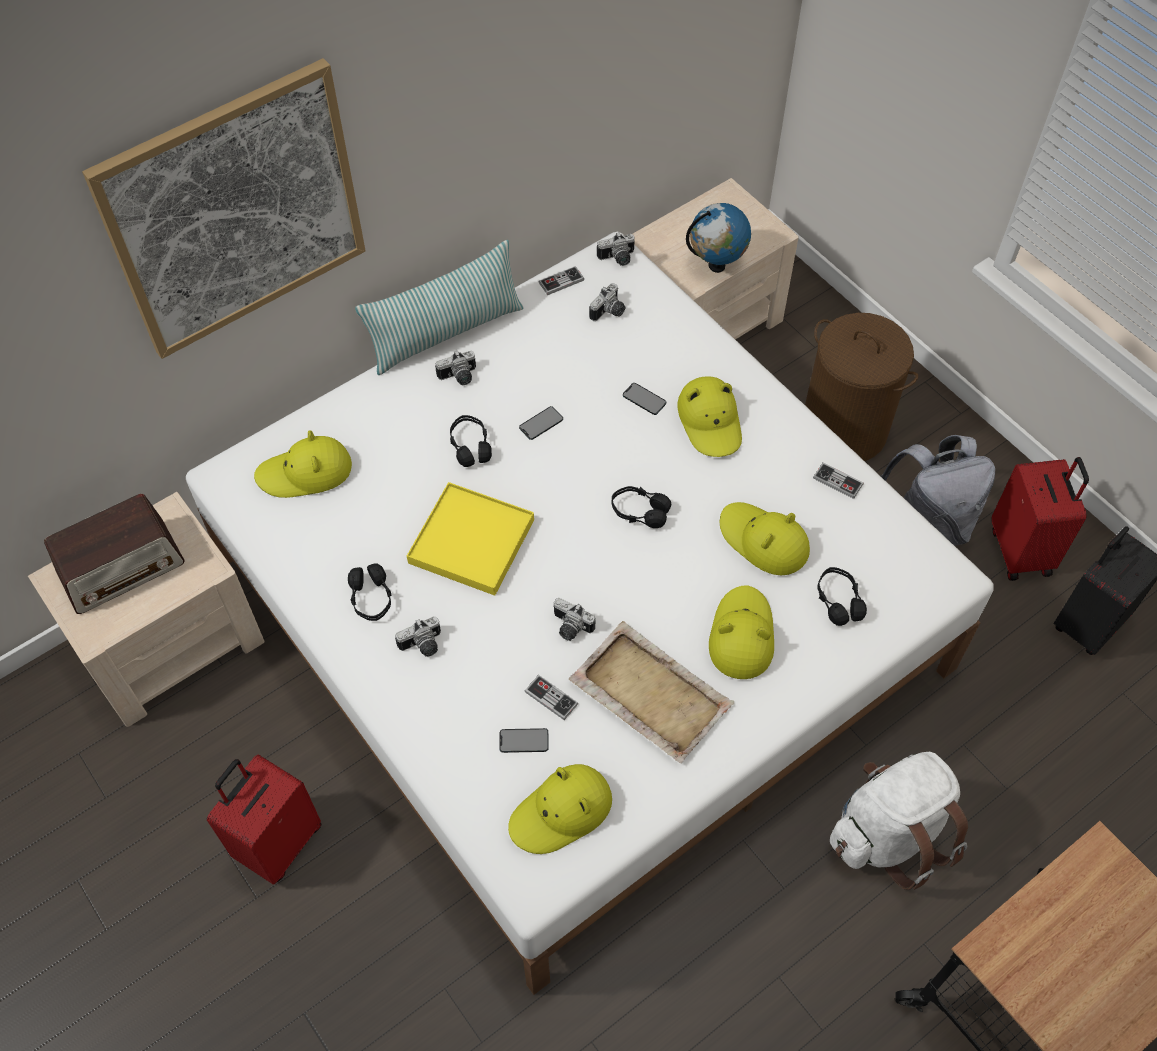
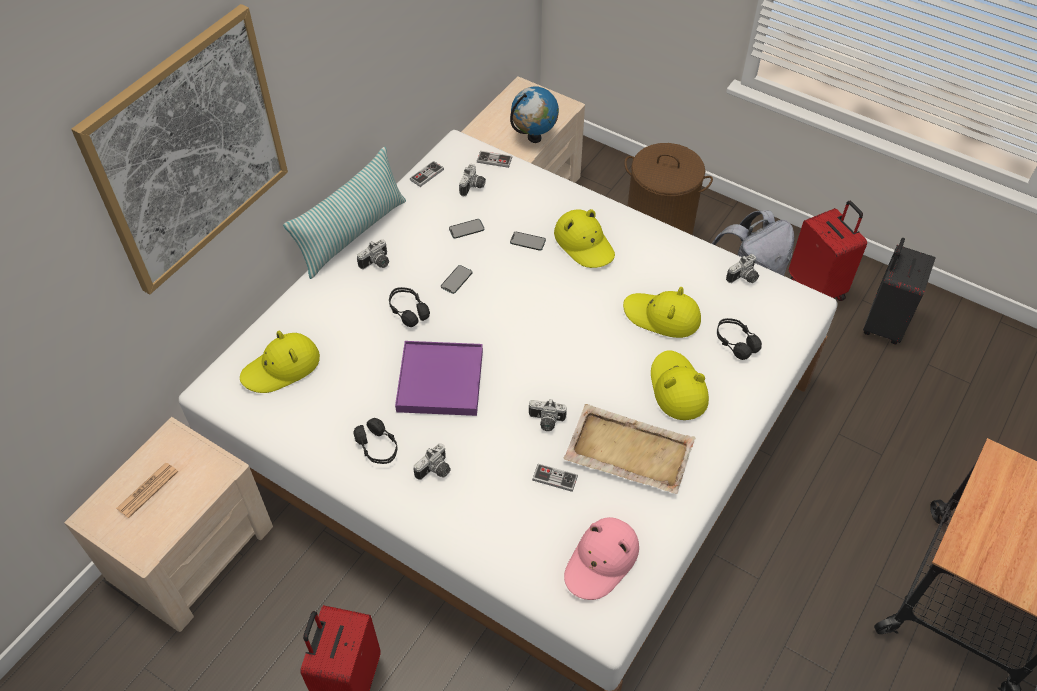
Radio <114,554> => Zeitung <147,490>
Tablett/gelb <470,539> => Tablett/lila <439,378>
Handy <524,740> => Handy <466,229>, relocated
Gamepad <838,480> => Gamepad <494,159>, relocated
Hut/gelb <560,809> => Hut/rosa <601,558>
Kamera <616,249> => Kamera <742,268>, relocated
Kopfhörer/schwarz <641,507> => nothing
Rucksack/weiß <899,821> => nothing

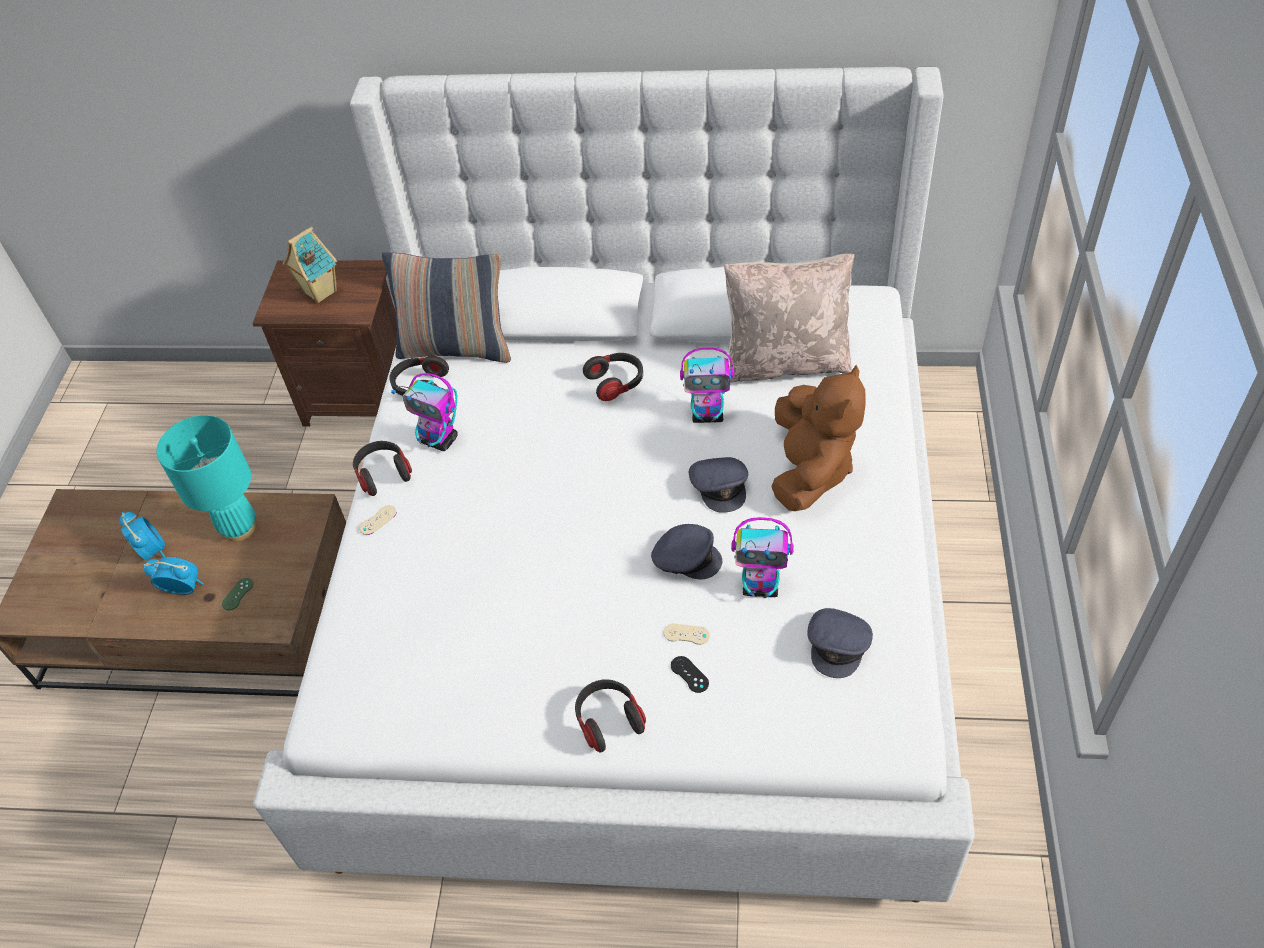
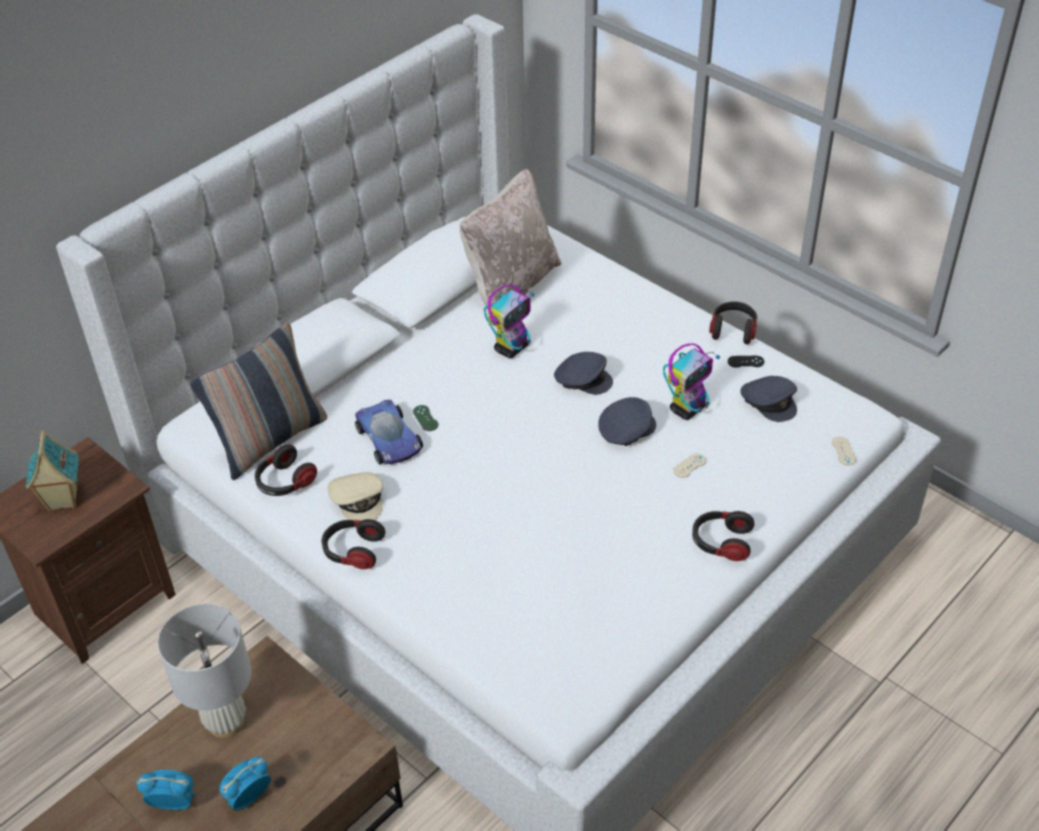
Tischlampe/türkis <206,478> => Tischlampe/weiß <204,671>
Spielzeugroboter <424,412> => Kappe/beige <355,496>
nothing => Spielzeugauto <389,432>
Gamepad/grün <237,594> => Gamepad/grün <425,418>, relocated
Kopfhörer <613,377> => Kopfhörer <733,322>, relocated
Gamepad/schwarz <690,674> => Gamepad/schwarz <746,362>, relocated
Gamepad/beige <378,520> => Gamepad/beige <844,450>, relocated
Plüschtier/braun <818,438> => nothing

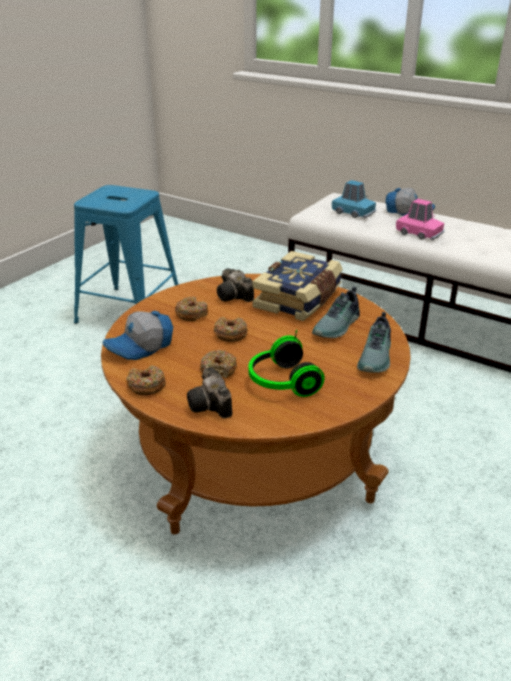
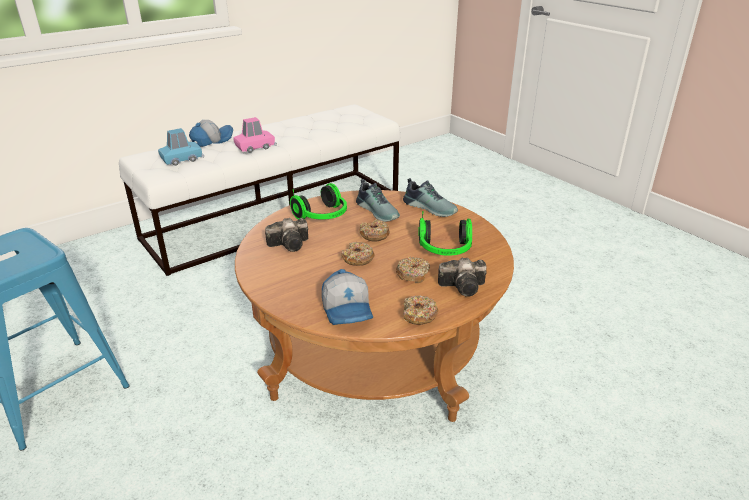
Buch <298,286> => Kopfhörer <318,201>
Donut <191,308> => Donut <374,230>, relocated

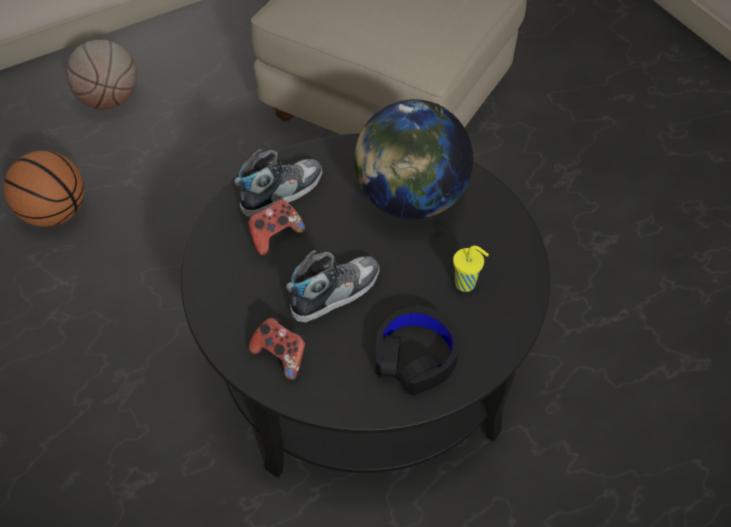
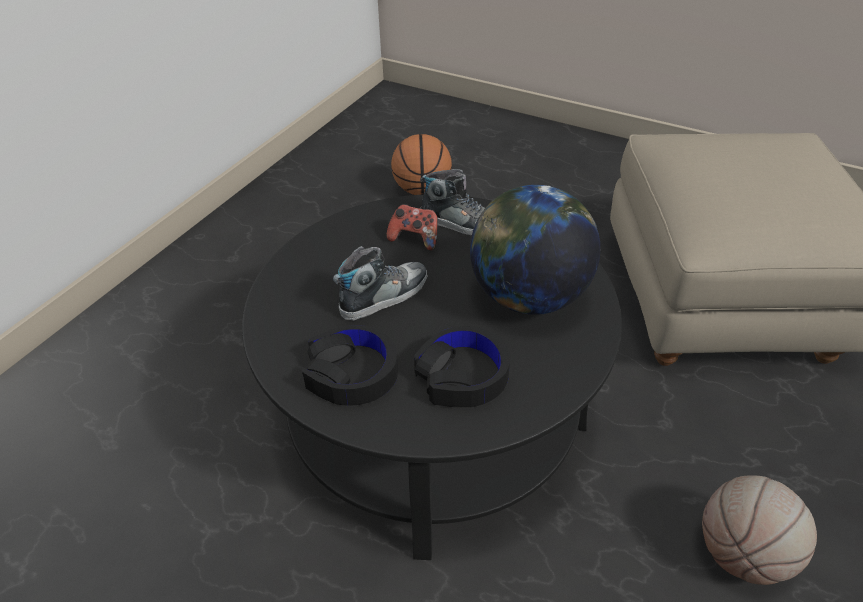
Schuh <333,286> => Schuh <380,283>, 60 degrees counterclockwise
Tasse/gelb <471,269> => Kopfhörer/schwarz <462,366>
Basketball <101,75> => Basketball <759,530>, relocated
Gamepad <277,348> => nothing

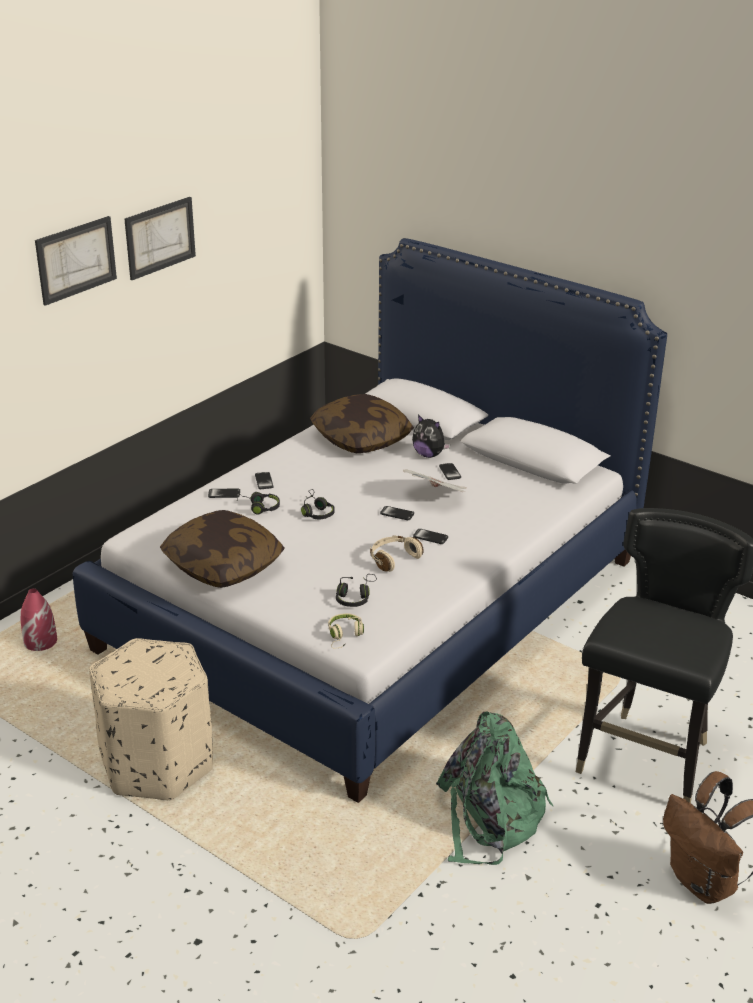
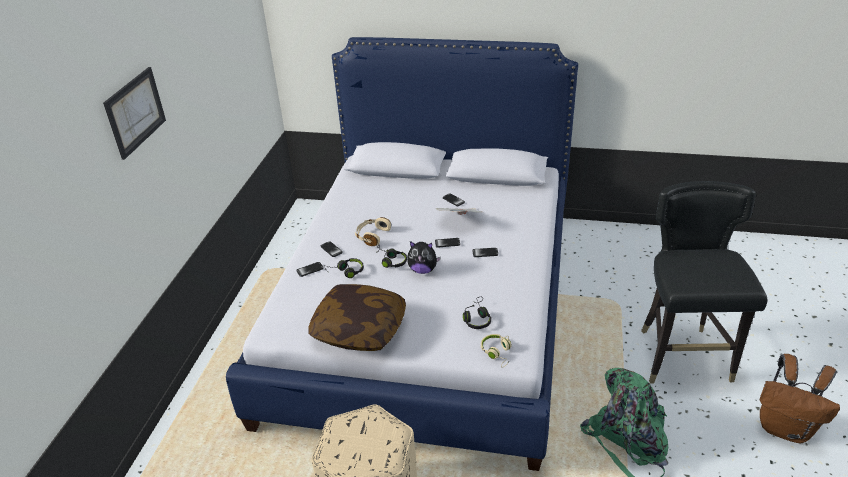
Kopfhörer/beige <397,553> => Kopfhörer/beige <373,231>, relocated
Plüschtier <431,436> => Plüschtier <424,257>, relocated
Vase/rot <38,619> => nothing
Bild <160,238> => nothing
Kissen <362,423> => nothing

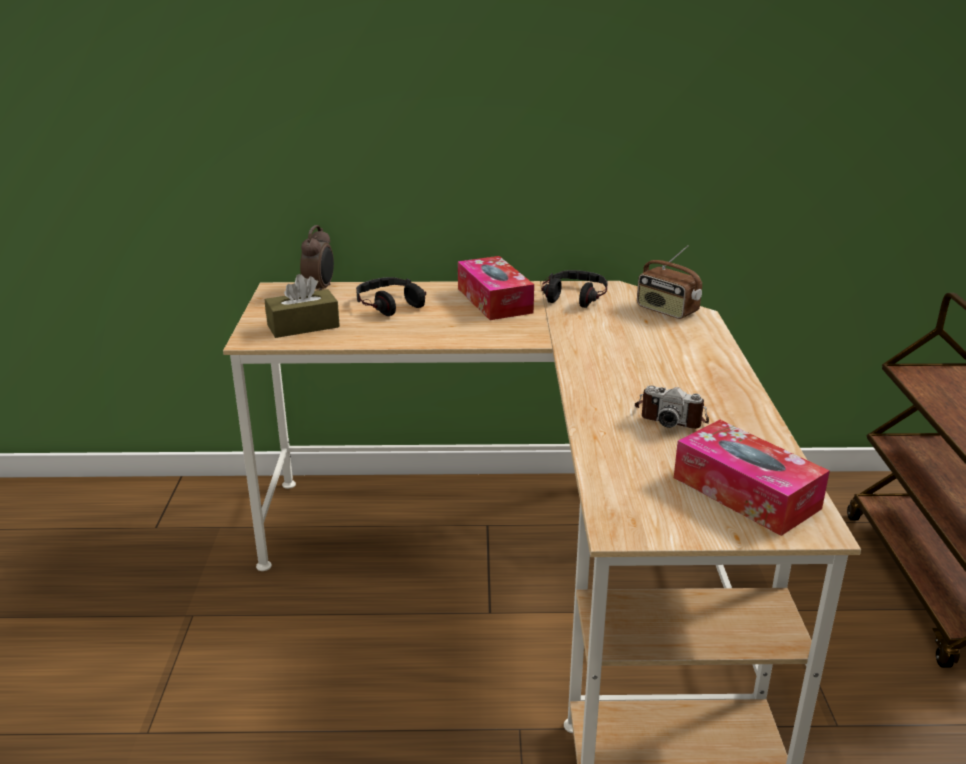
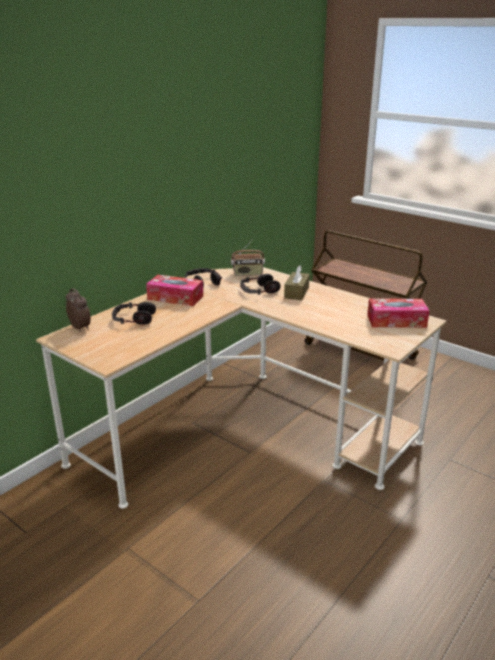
nothing => Kopfhörer <260,284>
Taschentuchbox/braun <302,306> => Taschentuchbox/braun <297,282>, relocated
Kamera <672,407> => nothing

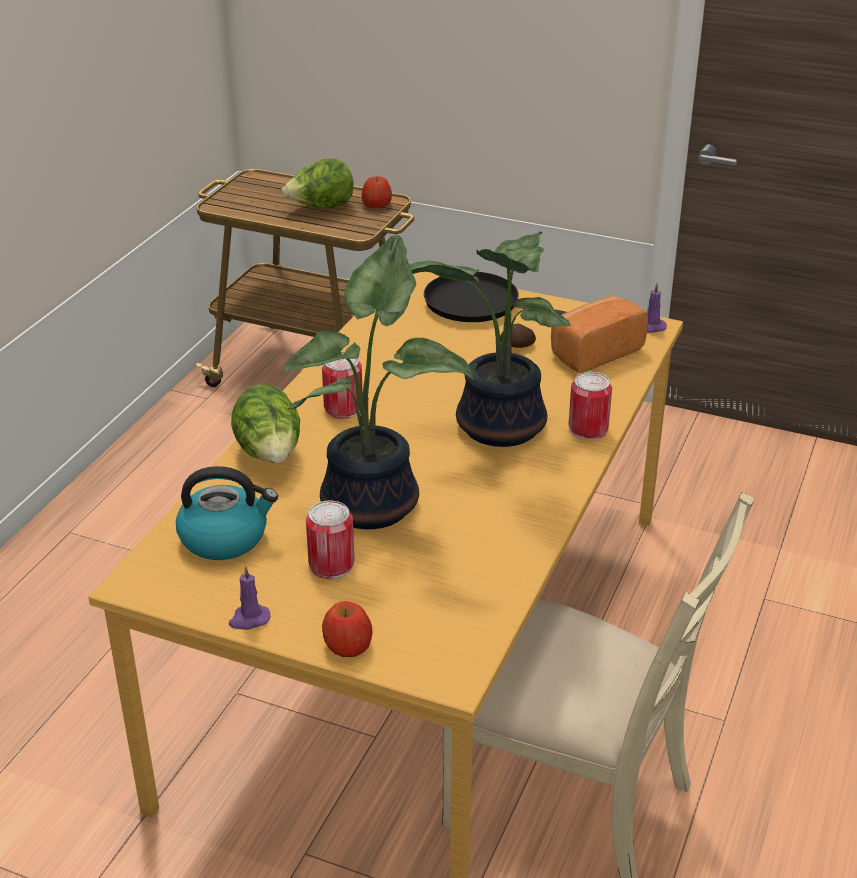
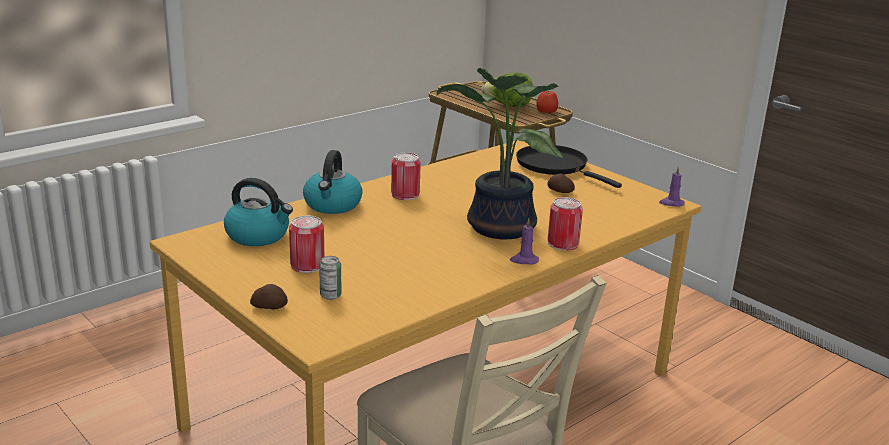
Apfel <347,629> => Kartoffel <269,296>
Salatkopf <265,423> => Wasserkessel <333,182>
nothing => Dose <330,278>
Kerze/lila <249,598> => Kerze/lila <524,241>, relocated
Topfpflanze <378,382> => nothing
Brot <599,334> => nothing

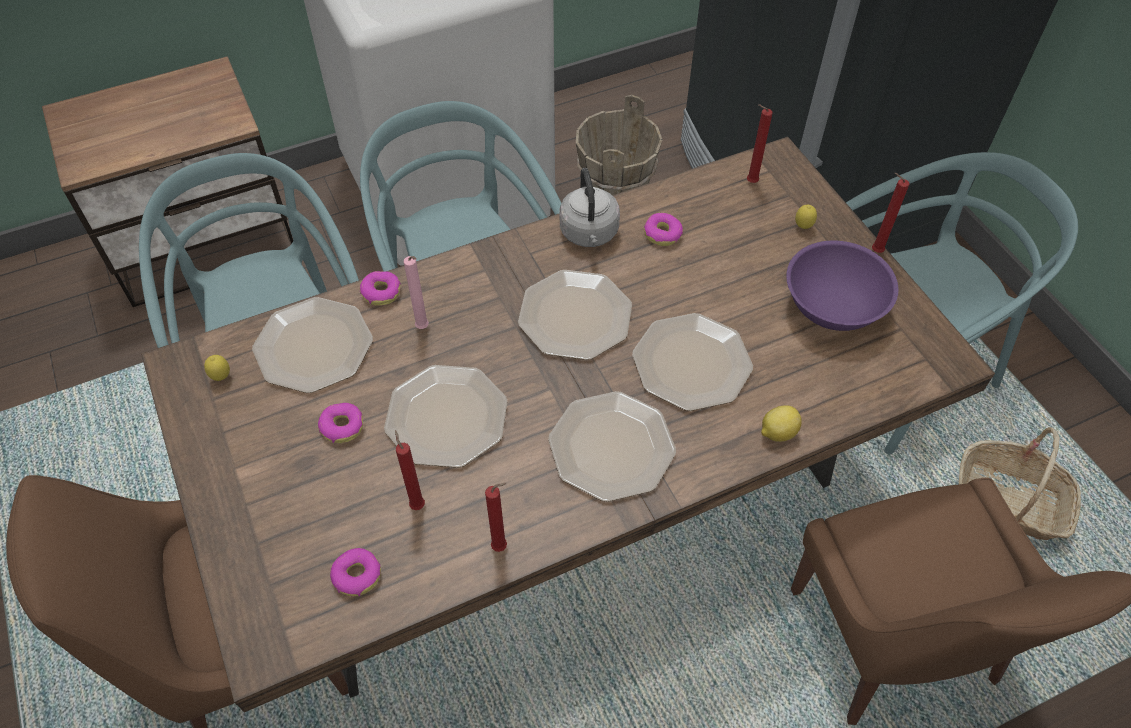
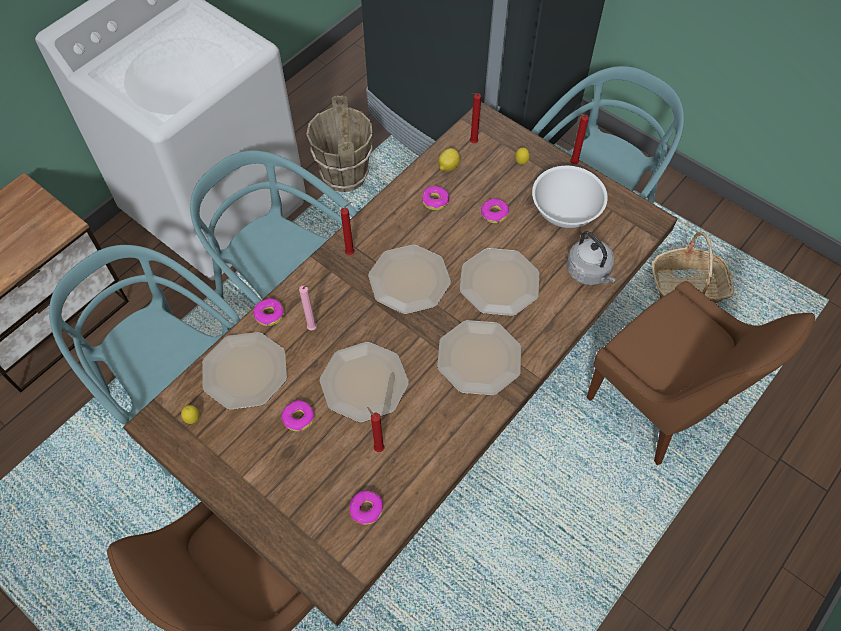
Kerze/rot <496,517> => Kerze/rot <347,228>, relocated
Zitrone <781,423> => Zitrone <449,160>, relocated
nothing => Donut <495,210>
Schüssel/lila <842,285> => Schüssel/weiß <570,197>
Wasserkessel/grau <590,207> => Wasserkessel/grau <591,258>, relocated

